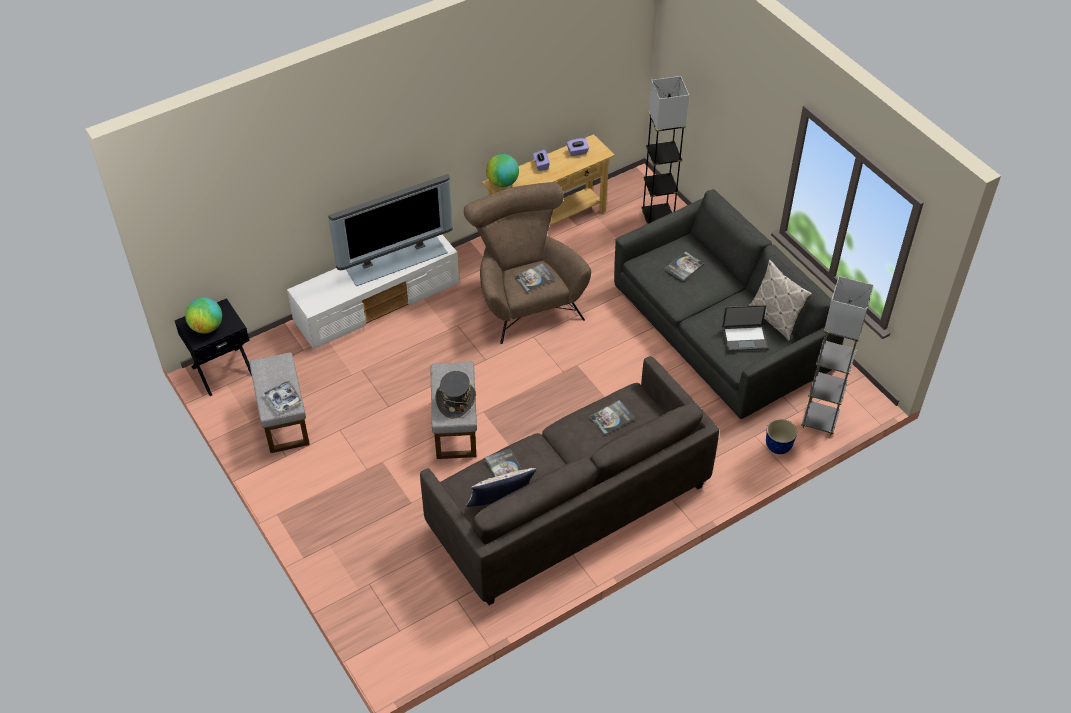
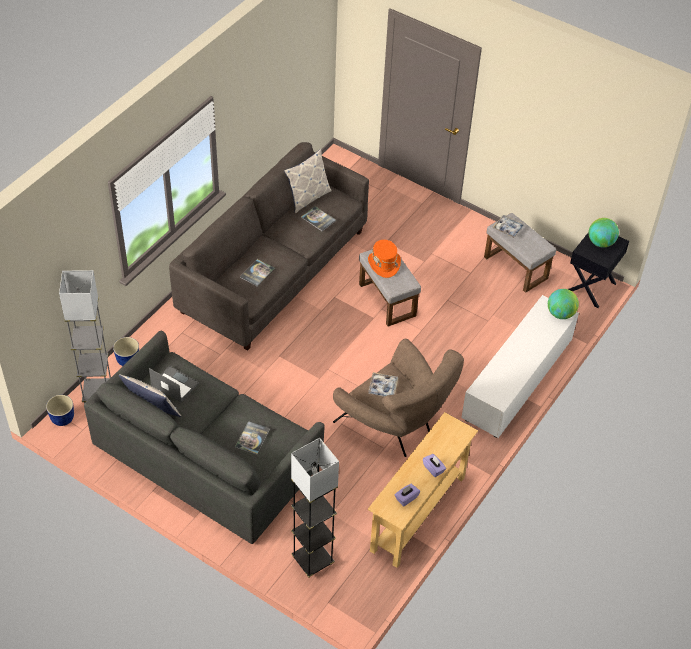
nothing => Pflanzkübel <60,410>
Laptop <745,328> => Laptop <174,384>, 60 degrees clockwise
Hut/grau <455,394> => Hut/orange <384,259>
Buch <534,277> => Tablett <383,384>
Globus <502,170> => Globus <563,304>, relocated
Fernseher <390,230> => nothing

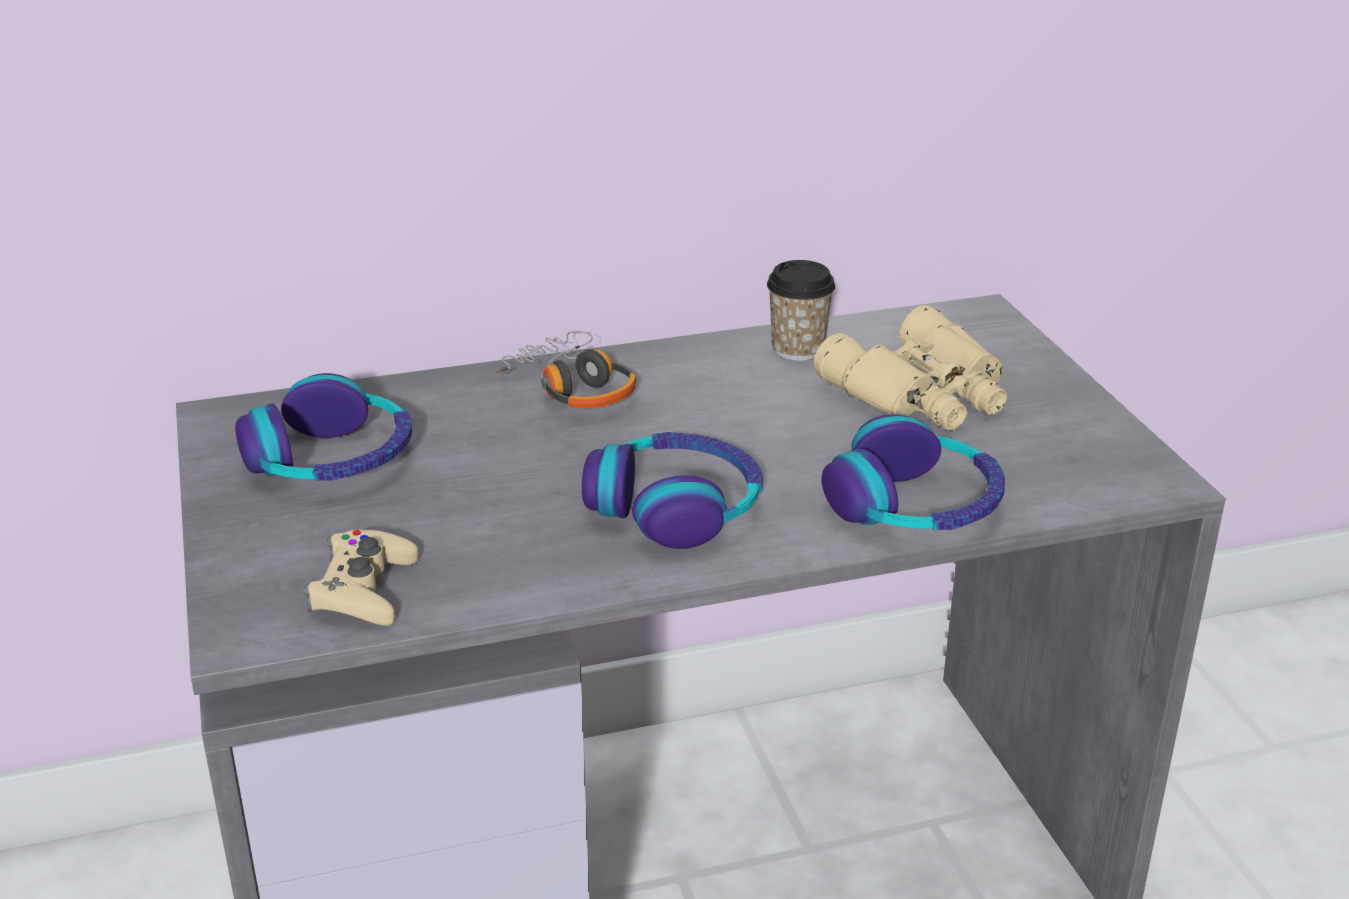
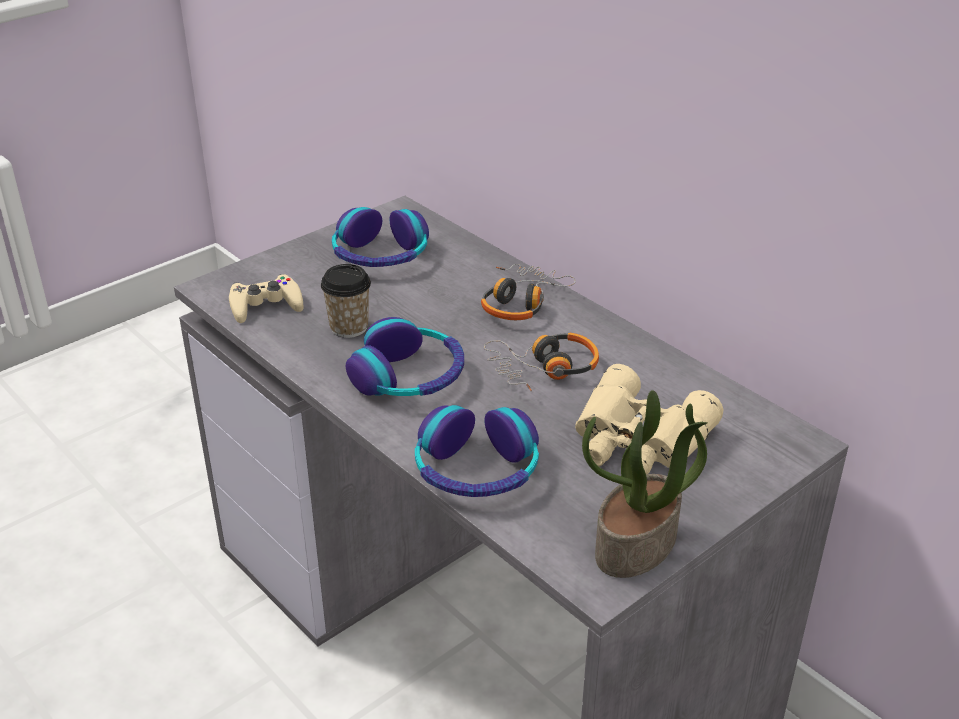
Tasse <801,310> => Tasse <346,301>, relocated
nothing => Kopfhörer <541,362>
nothing => Topfpflanze <644,484>

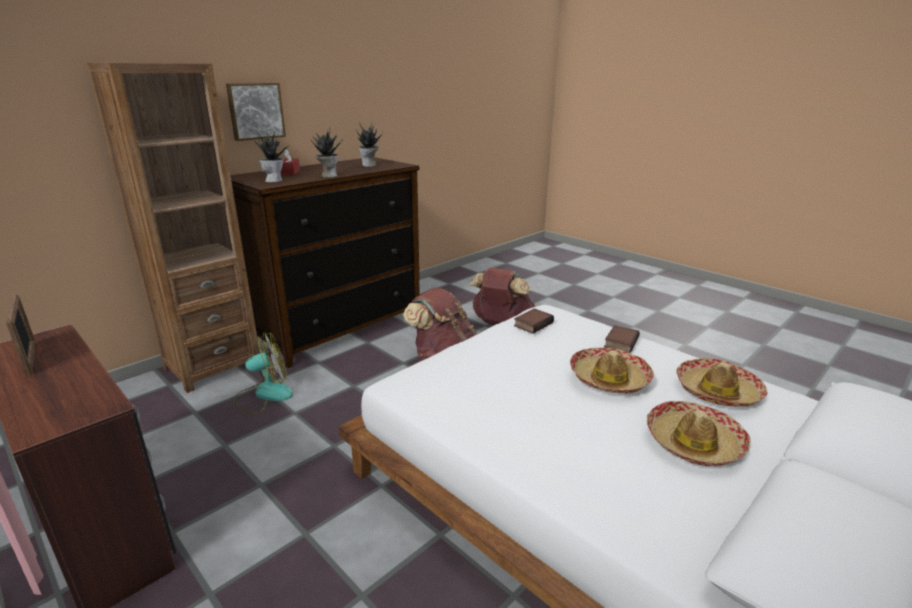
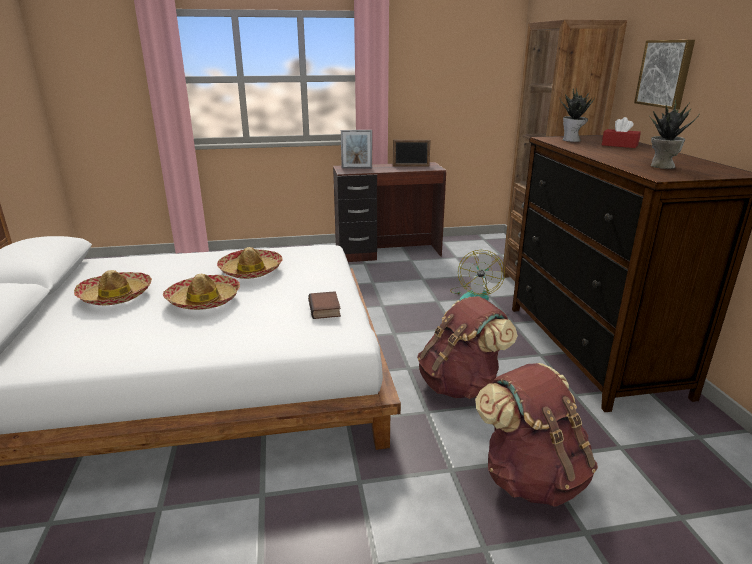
Hut <722,382> => Hut <250,263>, relocated
nothing => Bilderrahmen <356,149>
Topfpflanze <327,152> => nothing
Buch <622,339> => nothing

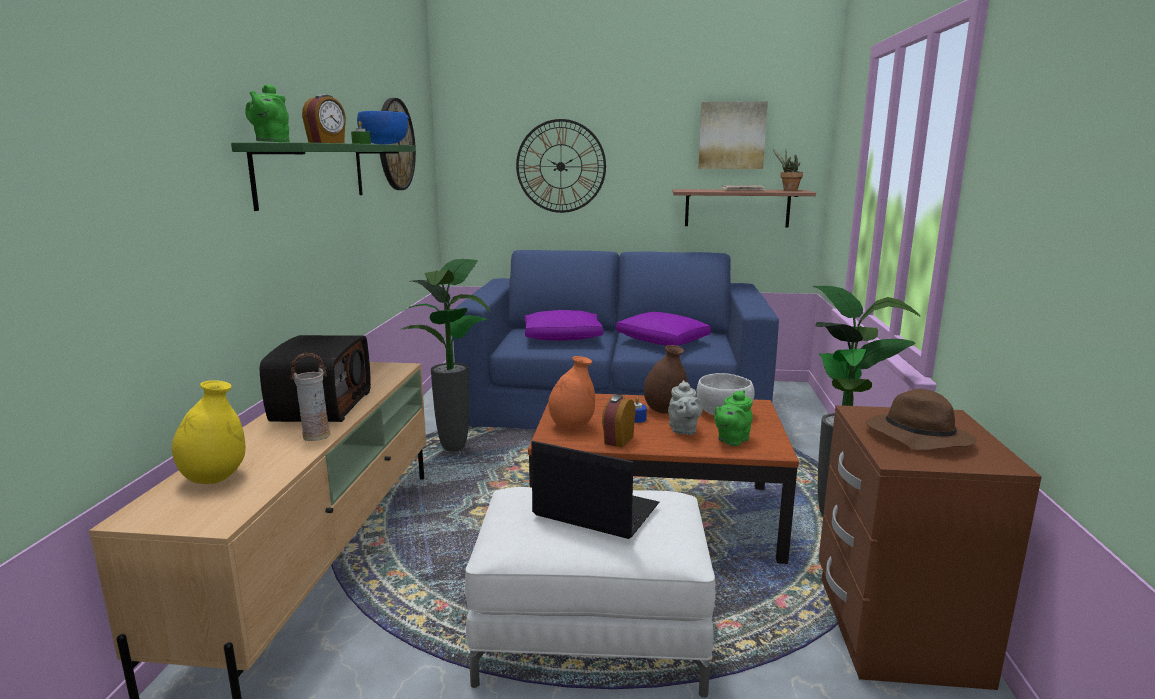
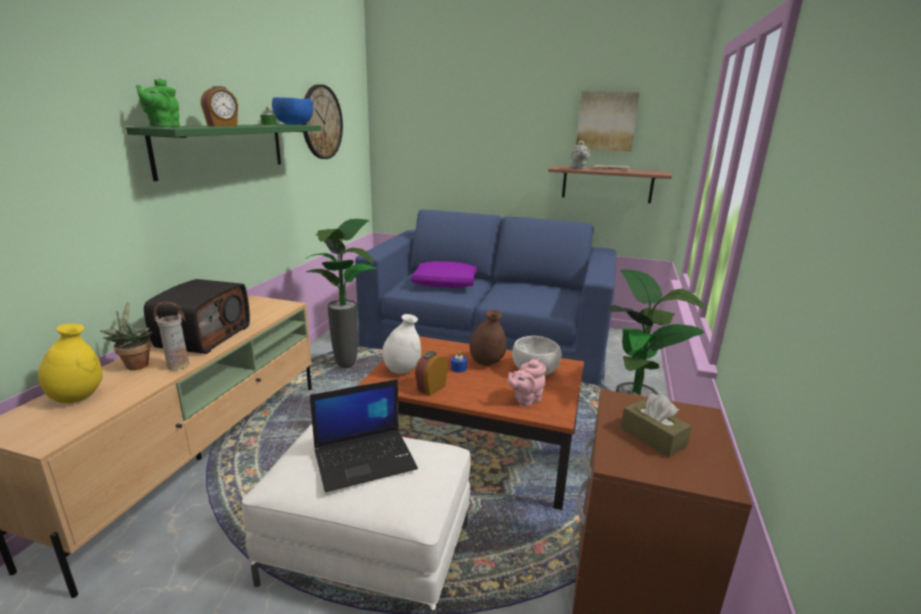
Topfpflanze <788,170> => Topfpflanze <126,335>, relocated
Laptop <595,490> => Laptop <364,435>, 120 degrees clockwise
Vase/orange <571,393> => Vase/weiß <401,344>
Teekanne/grün <733,418> => Teekanne/rosa <527,382>
Teekanne/grau <685,407> => Teekanne/grau <580,155>, relocated
Hut/braun <921,419> => Taschentuchbox/braun <656,425>
Wanduhr <561,166> => nothing
Kissen/lila <663,329> => nothing

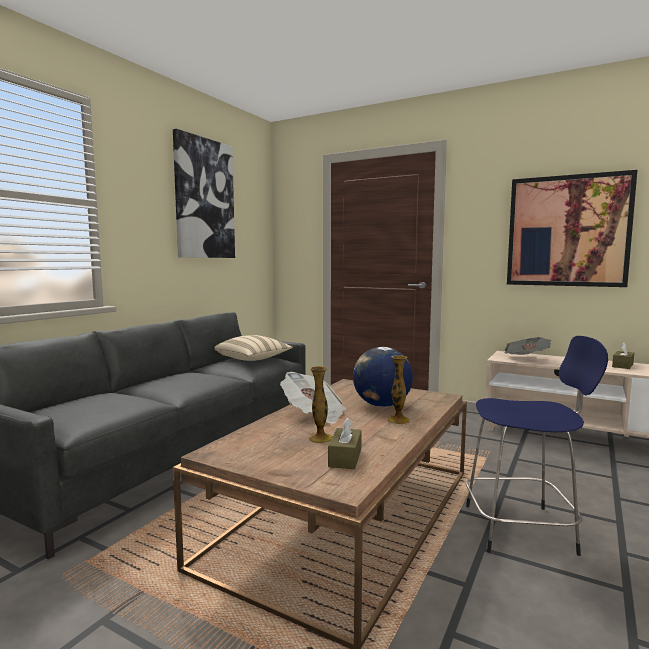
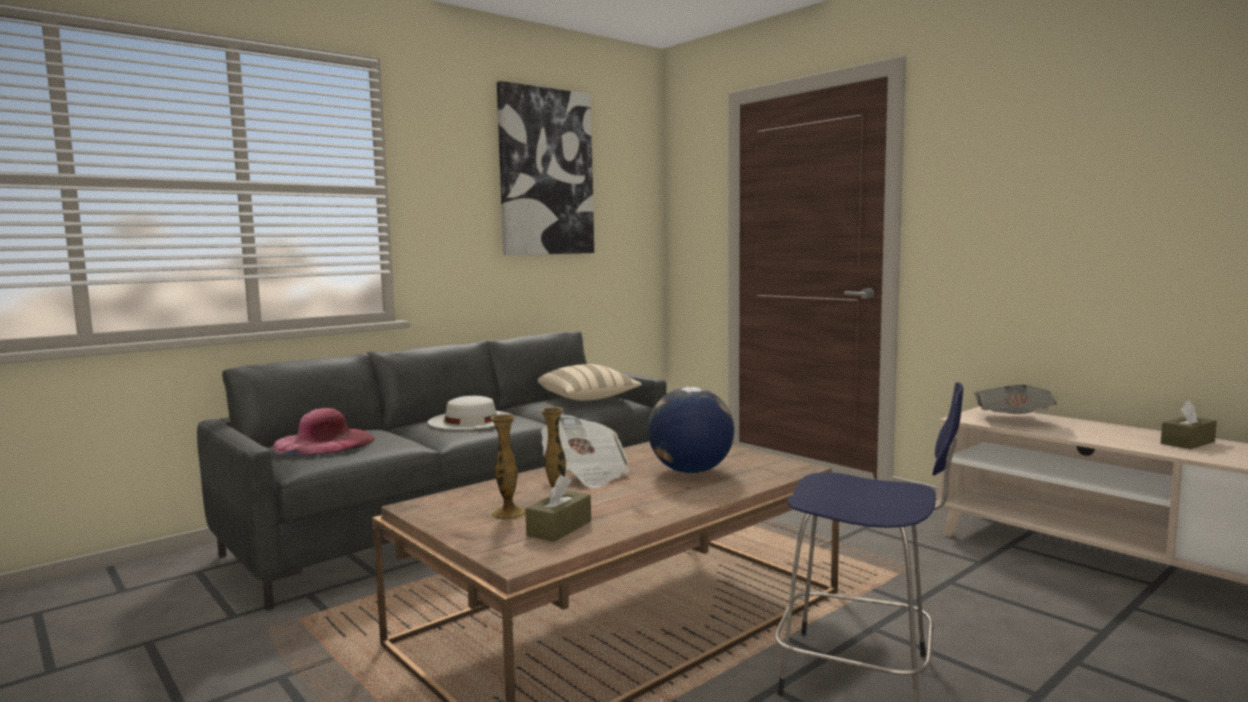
nothing => Hut/rosa <323,432>
nothing => Hut/weiß <469,413>
Vase <399,389> => Vase <508,467>, relocated
Bild <572,228> => nothing

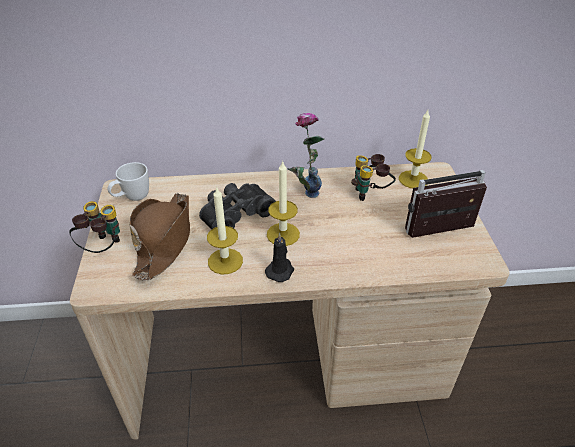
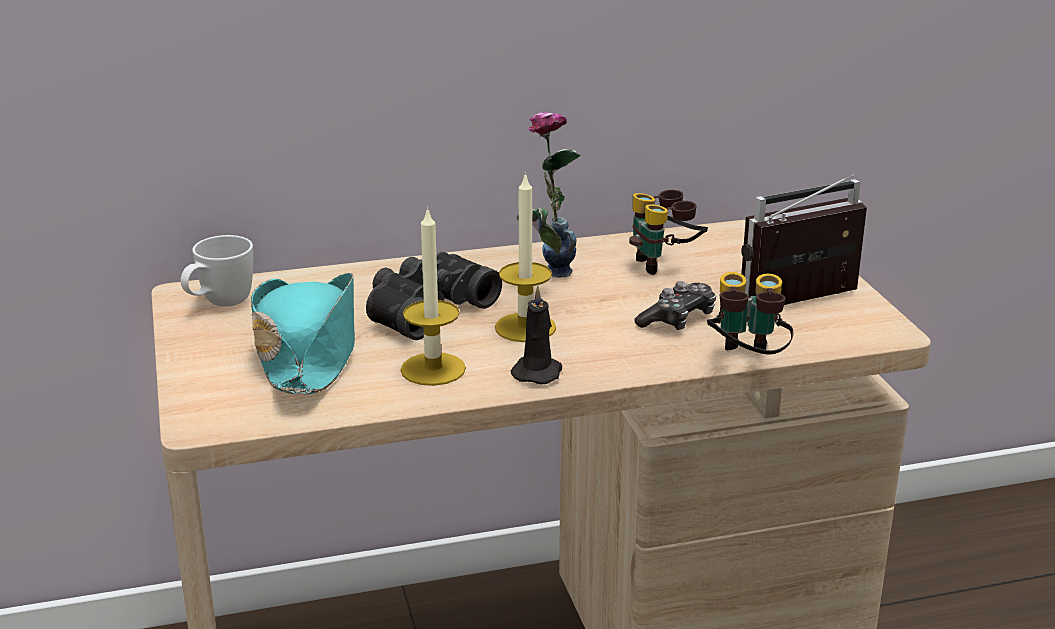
Hut/braun <159,237> => Hut/türkis <303,333>
nothing => Gamepad <675,305>
Fernglas <94,227> => Fernglas <750,313>, relocated
Kerze <415,149> => nothing

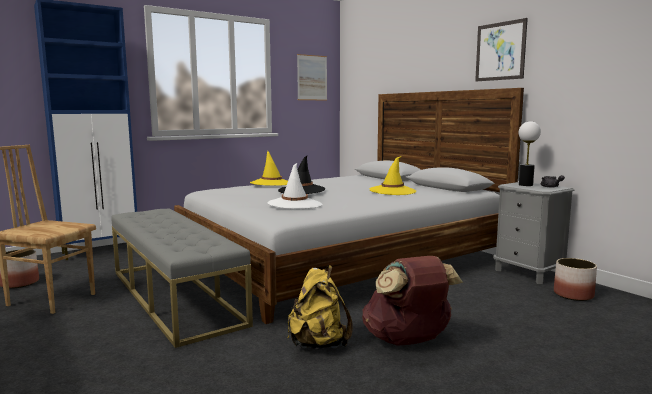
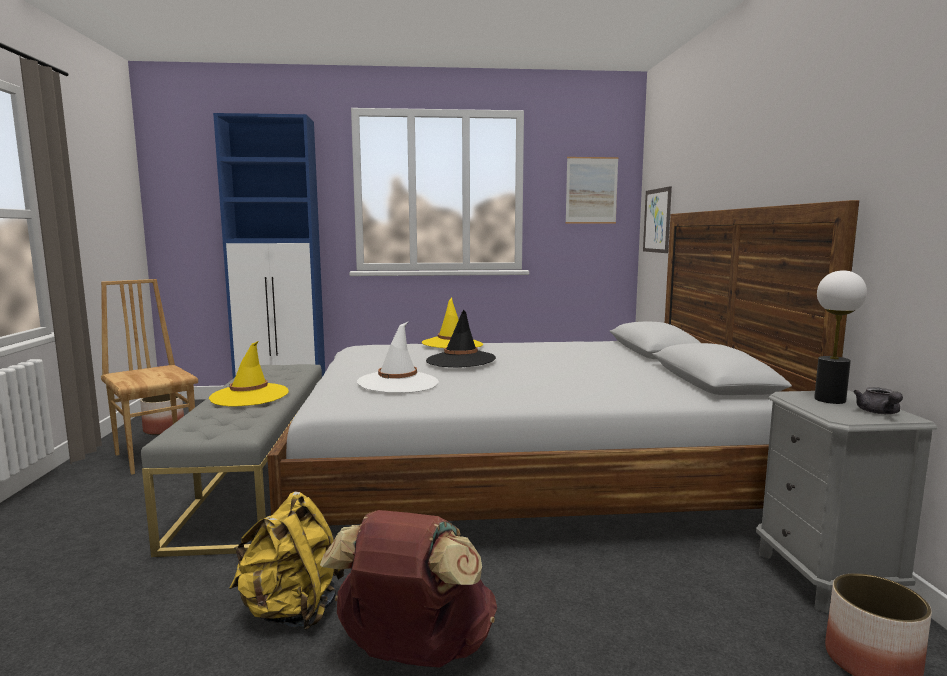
Hut/gelb <393,175> => Hut/gelb <249,374>, relocated
Bild <501,49> => Bild <657,219>, relocated

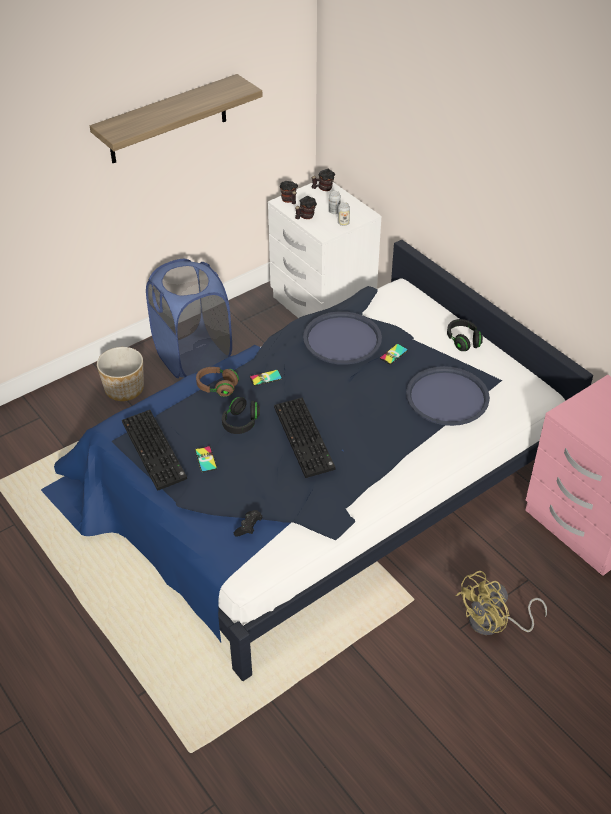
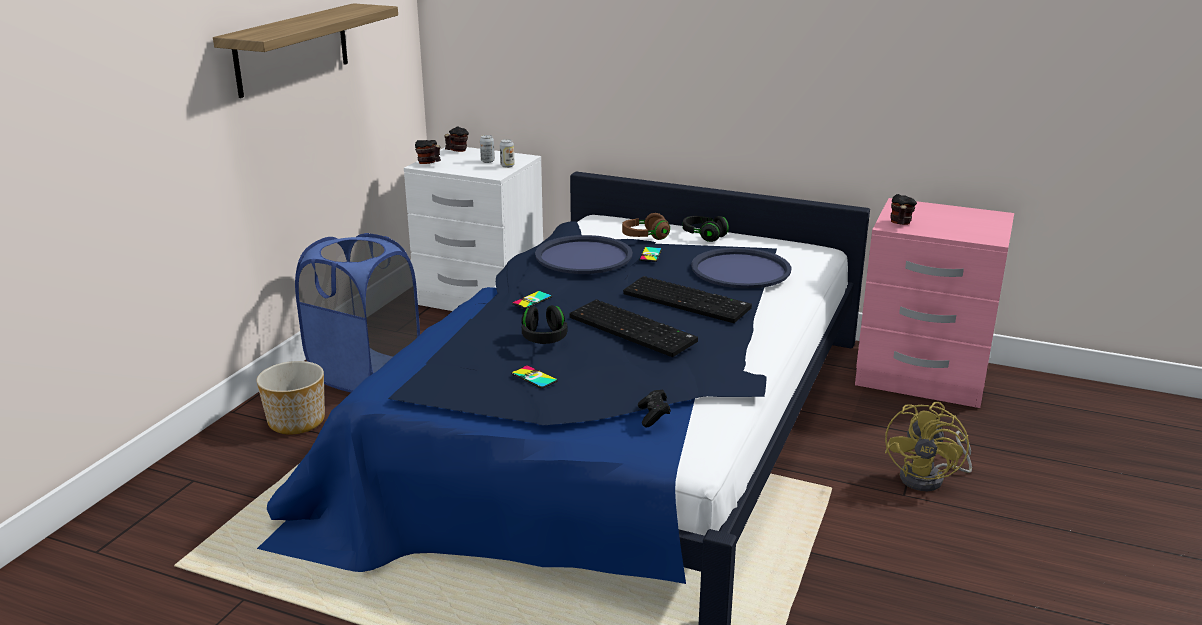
Kopfhörer/braun <217,382> => Kopfhörer/braun <646,226>, relocated
Tastatur <154,450> => Tastatur <687,299>, relocated
Henkelbecher <306,207> => Henkelbecher <903,209>, relocated

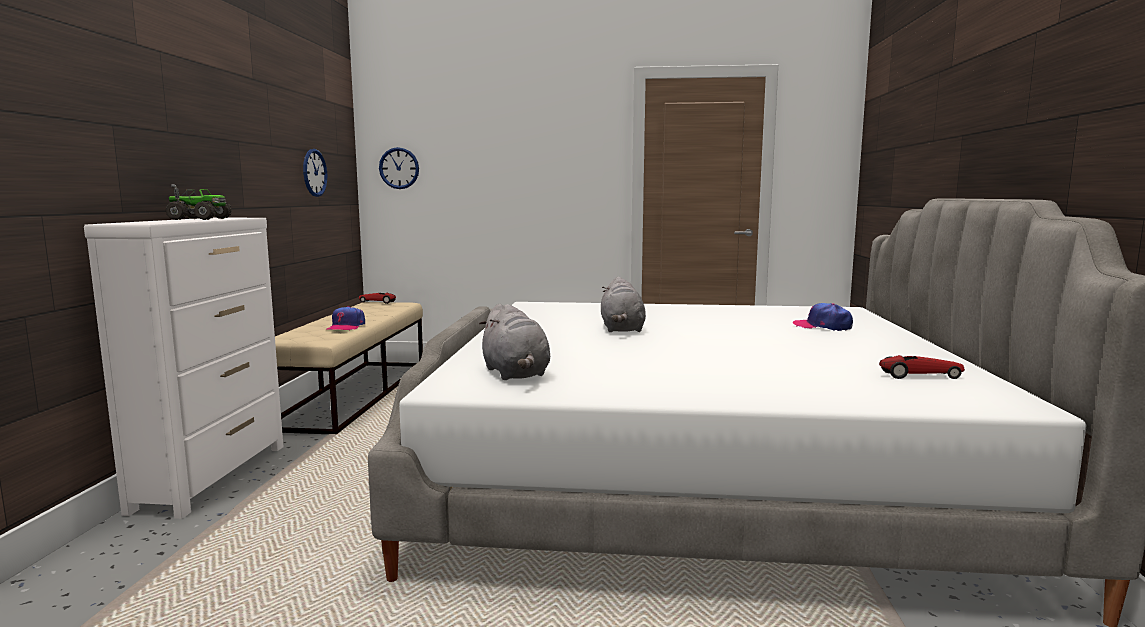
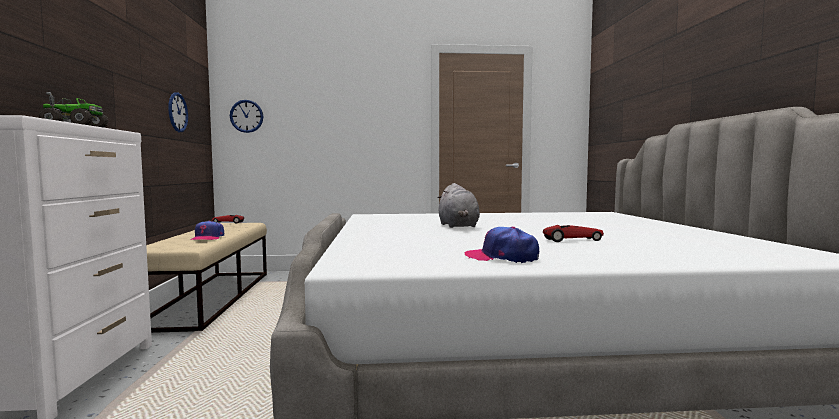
Kappe <823,317> => Kappe <502,245>, relocated
Spielzeugauto <922,367> => Spielzeugauto <573,233>, relocated
Plüschtier/grau <514,342> => nothing

